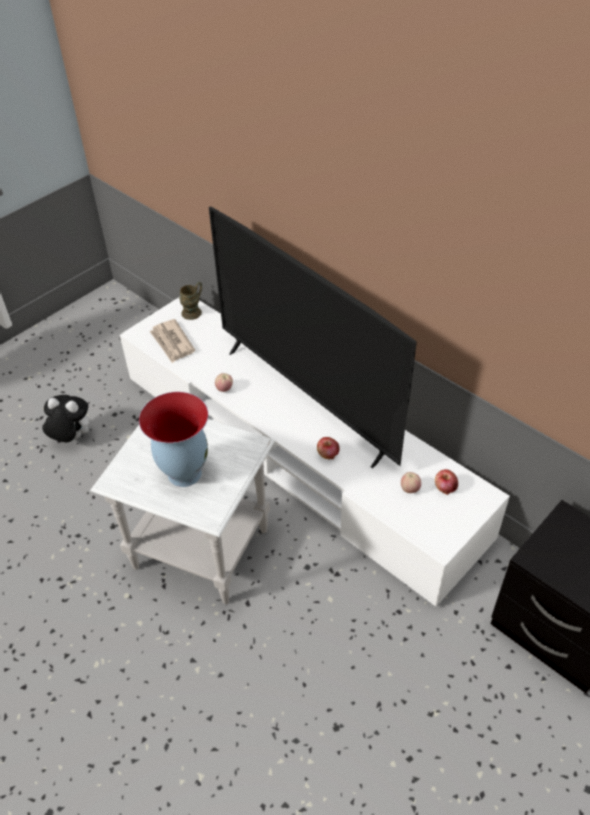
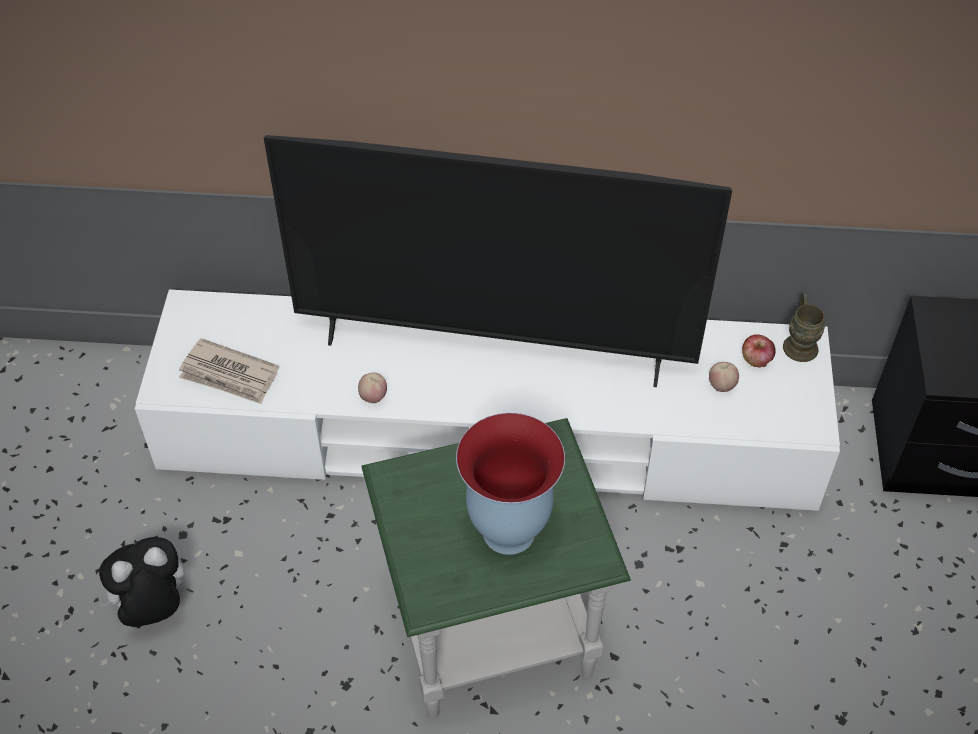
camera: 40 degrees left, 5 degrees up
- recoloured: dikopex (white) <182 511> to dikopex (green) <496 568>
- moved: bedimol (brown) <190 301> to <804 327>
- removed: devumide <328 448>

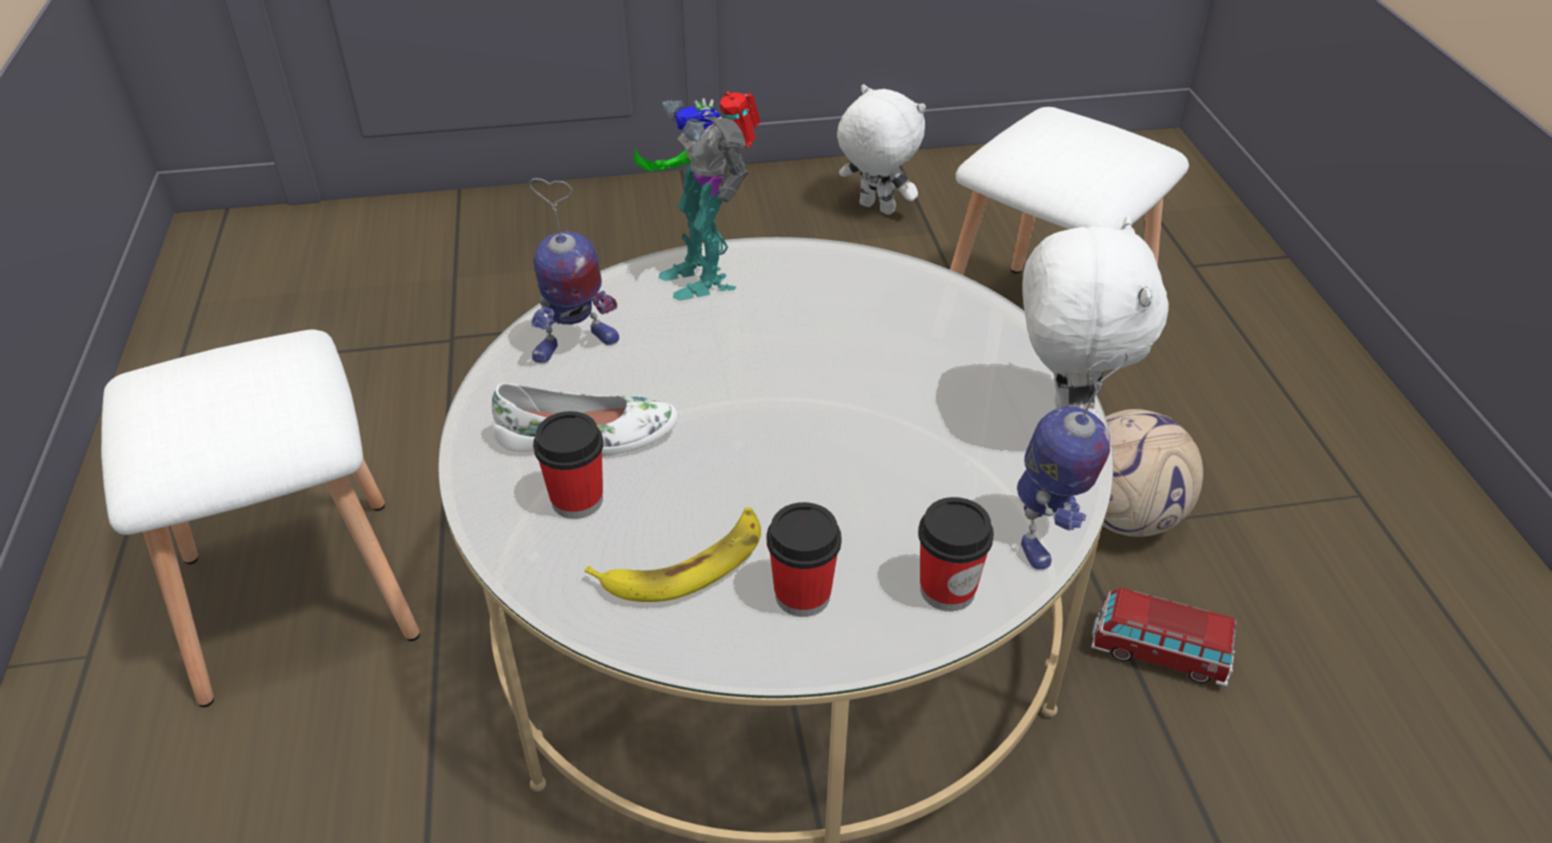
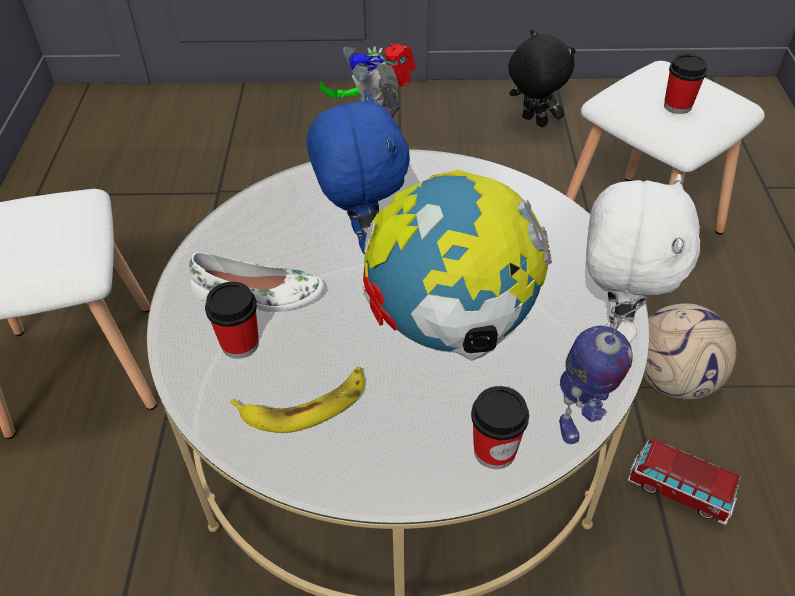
camera: 10 degrees right, 5 degrees up
- added: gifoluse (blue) <358 172>
- added: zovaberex <457 265>
- recoloured: gifoluse (white) <881 150> to gifoluse (black) <542 78>
- moved: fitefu <804 559> to <685 84>
- removed: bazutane <574 271>

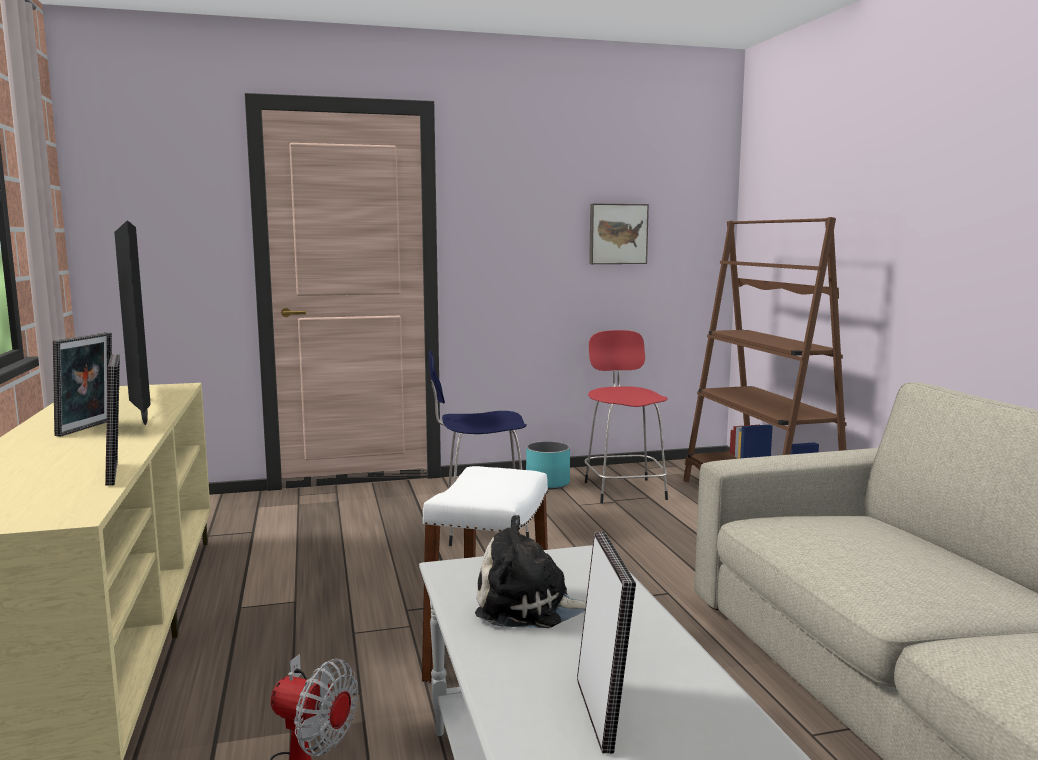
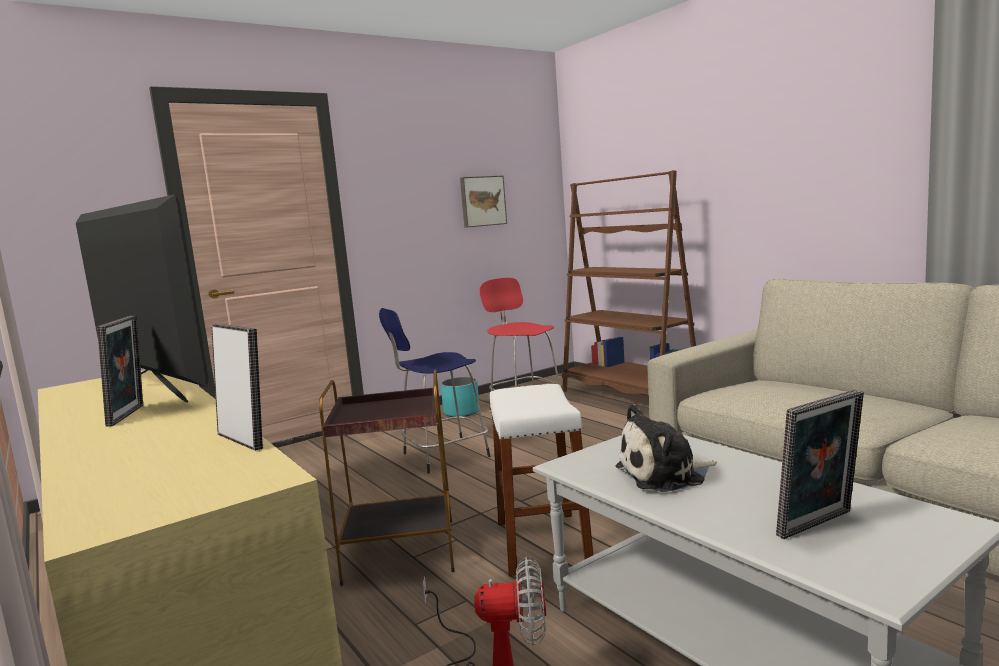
camera: 20 degrees left, 0 degrees up
- added: dikopex (brown) <387 478>
- turned: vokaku <606 643> = <820 464> 90 degrees clockwise

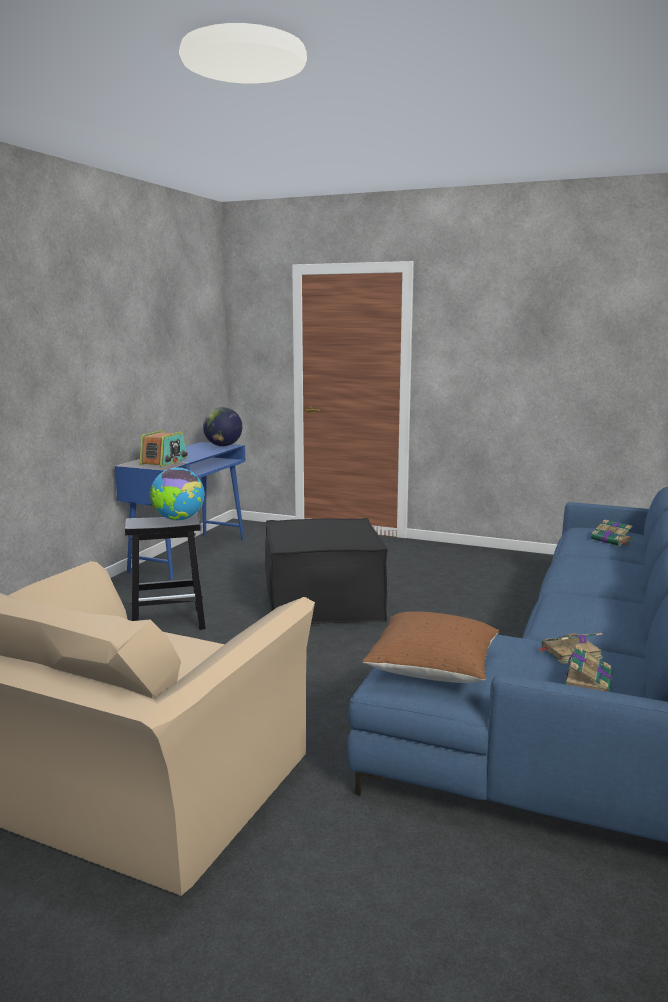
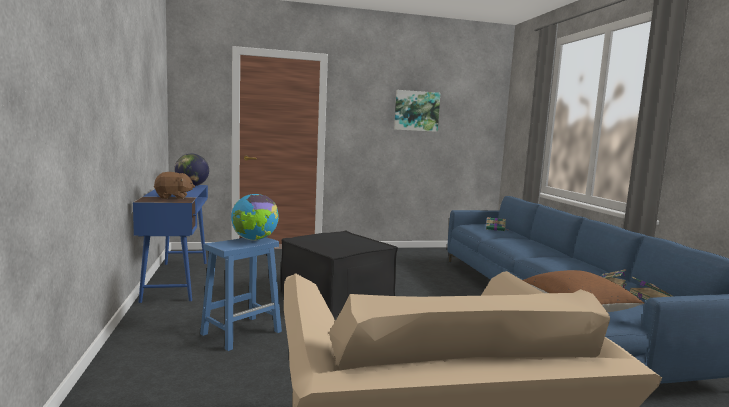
camera: 35 degrees left, 5 degrees down
- replaced: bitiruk <164 448> to gifoluse (brown) <174 185>
- recoloured: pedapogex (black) <165 572> to pedapogex (blue) <241 294>
- added: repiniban <417 111>

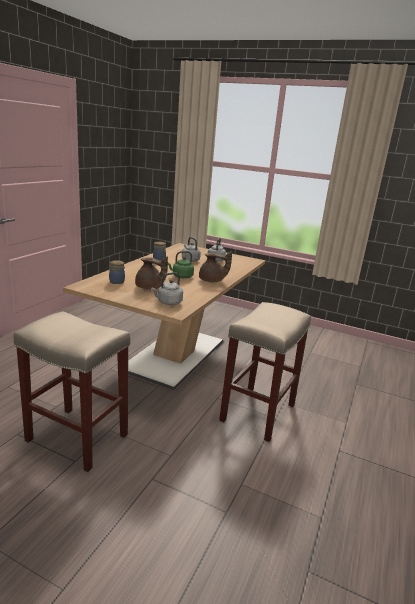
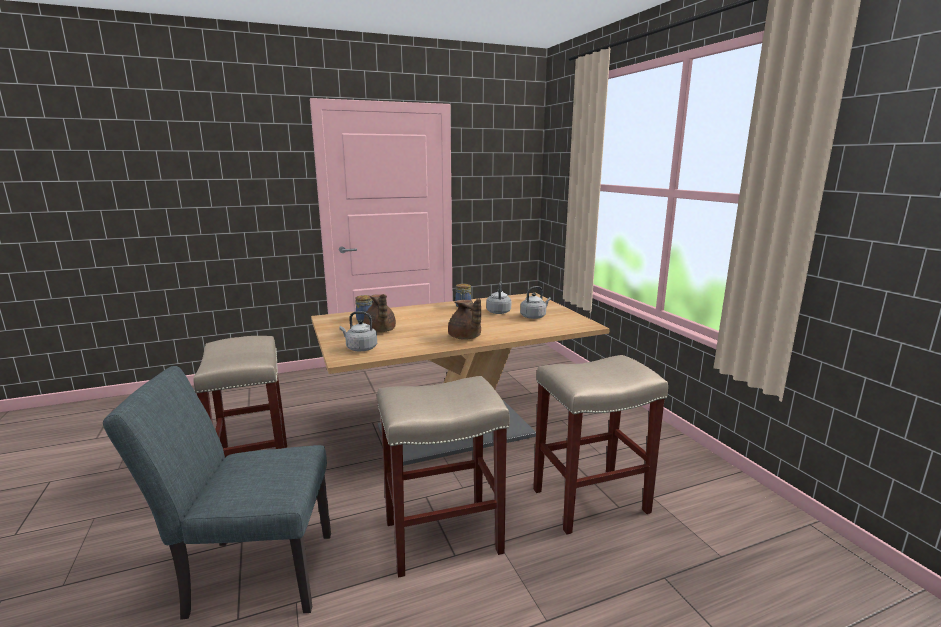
camera: 45 degrees right, 5 degrees down
- added: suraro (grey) <217 493>
- added: pedapogex (beige) <600 445>
- removed: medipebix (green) <181 264>

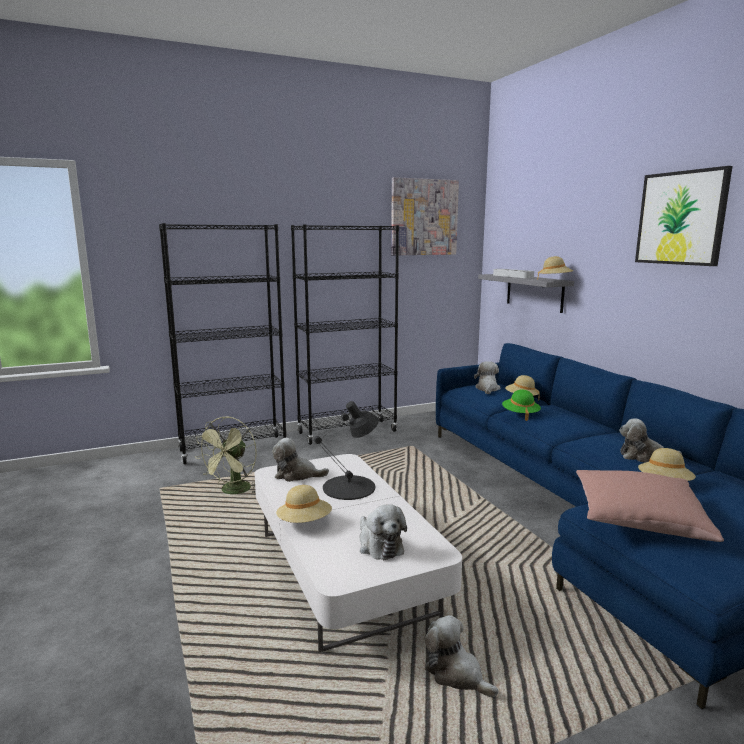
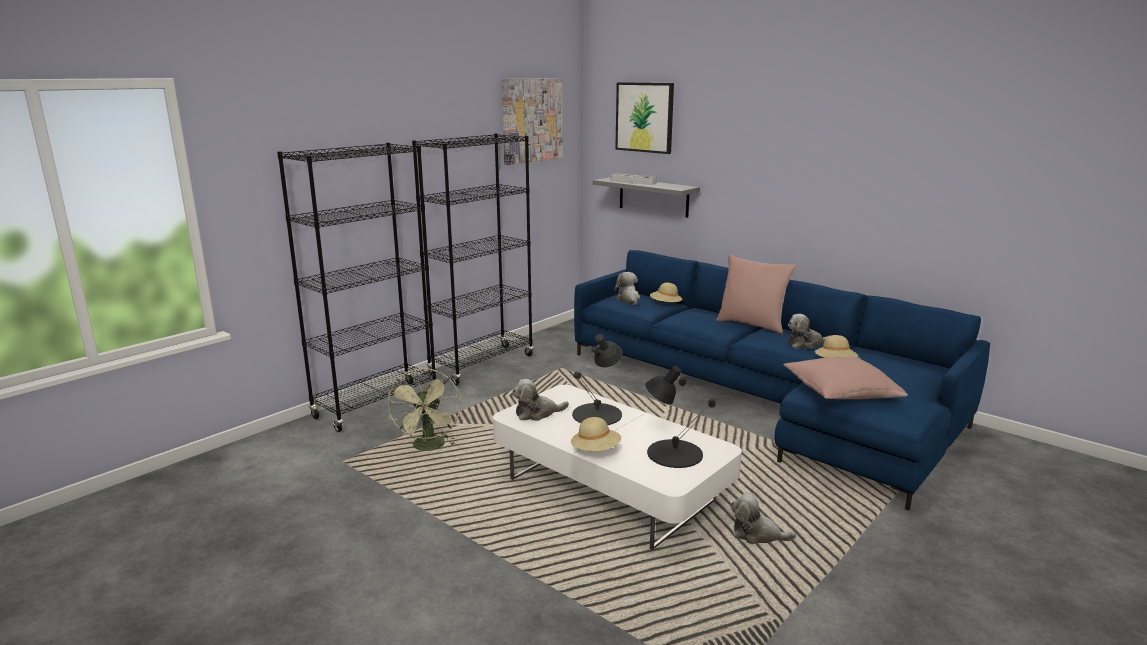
camera: 25 degrees left, 5 degrees up
- moved: repiniban <683 216> to <644 118>
- replaced: gifoluse <383 532> to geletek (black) <680 417>
- added: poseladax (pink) <756 294>
- removed: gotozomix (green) <521 405>
- removed: gotozomix (beige) <555 266>

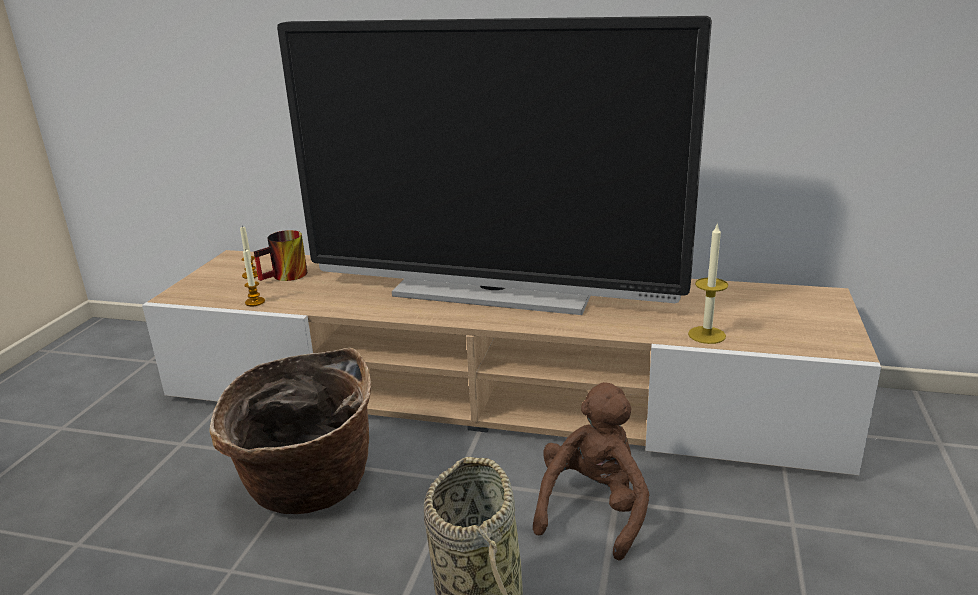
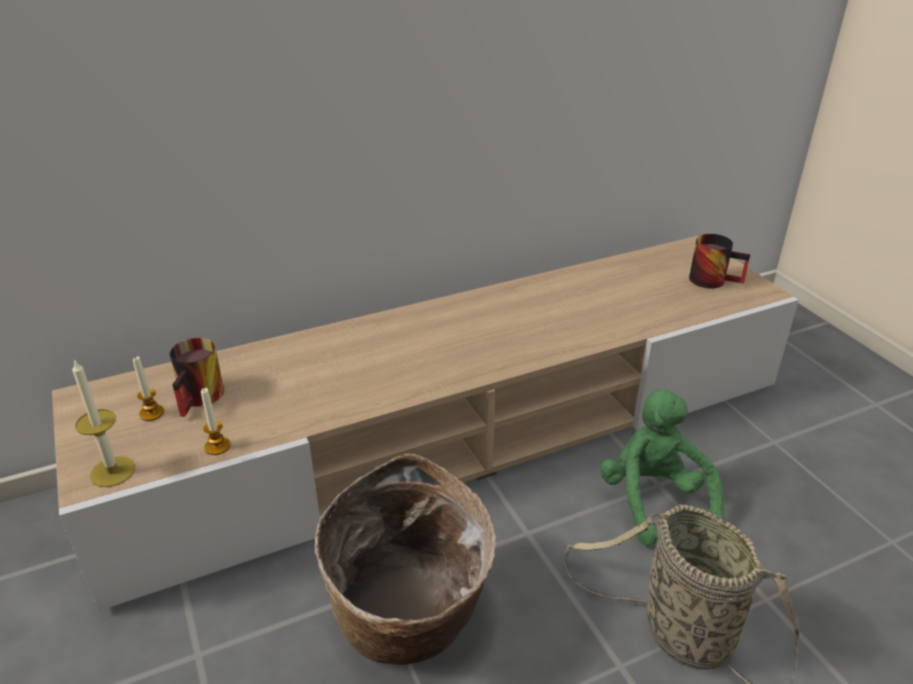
camera: 40 degrees left, 10 degrees up
- moved: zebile <708 283> to <103 423>
- recoloured: gifoluse (brown) <591 471> to gifoluse (green) <662 467>
- added: bedimol <719 261>
- removed: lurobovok <494 165>

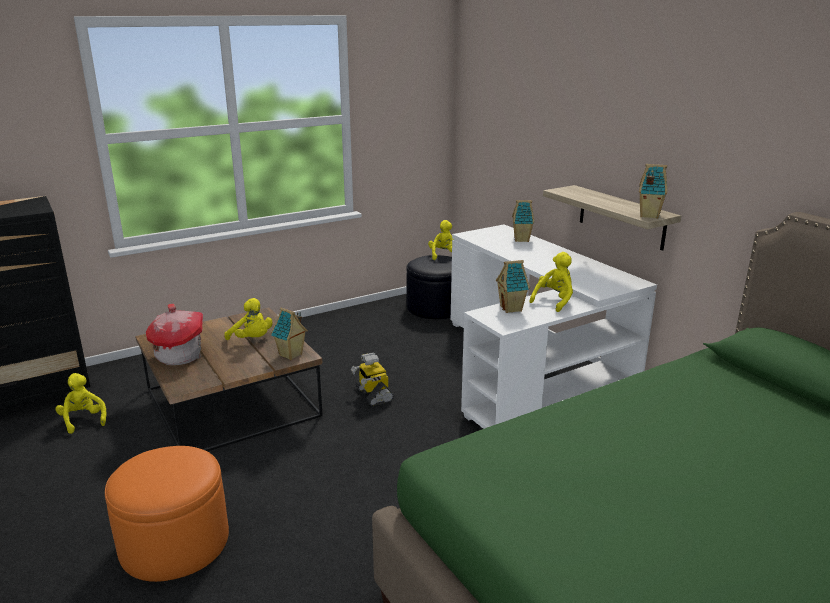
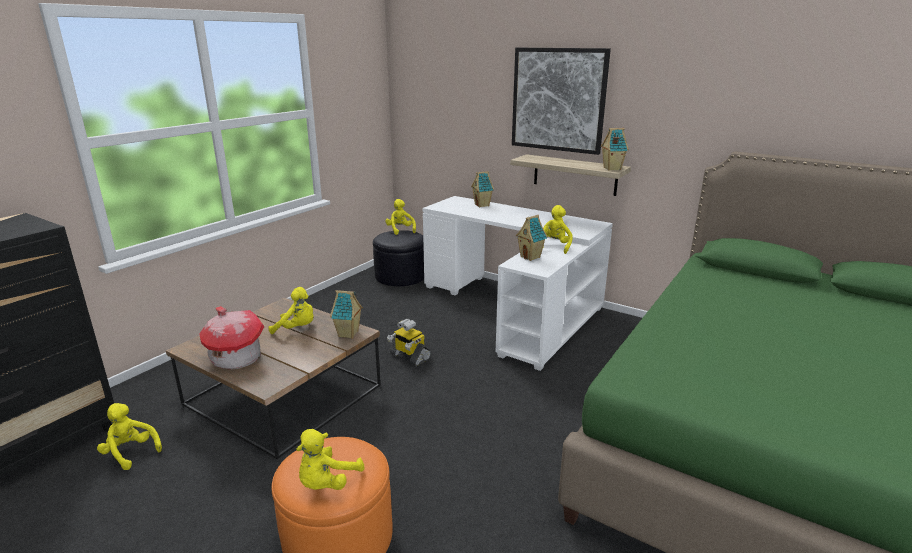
camera: 25 degrees left, 0 degrees up
- added: gifoluse (yellow) <330 459>
- added: repiniban <561 101>

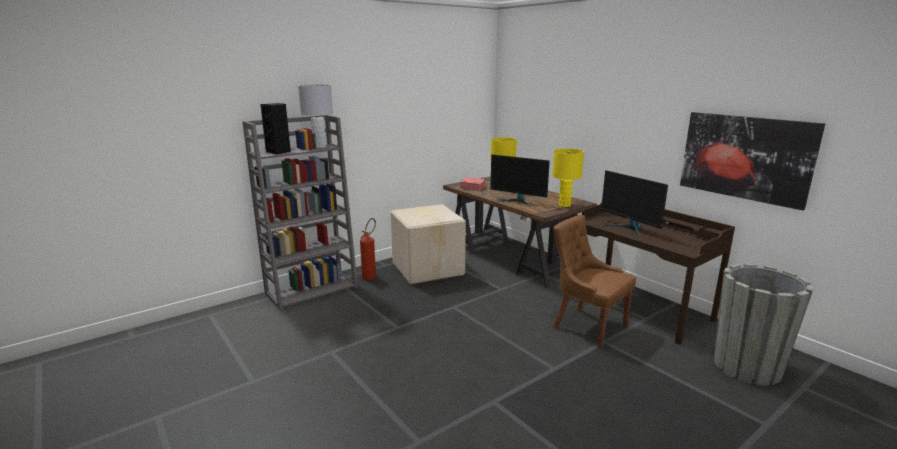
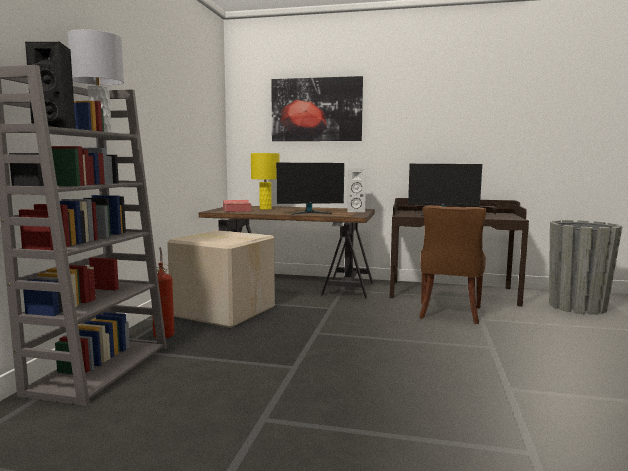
camera: 40 degrees left, 10 degrees down
- moved: repiniban <752 161> to <317 108>
- replaced: geletek (yellow) <568 177> to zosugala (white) <356 190>
- turned: suraro (brown) <594 282> = <453 265> 75 degrees counterclockwise

